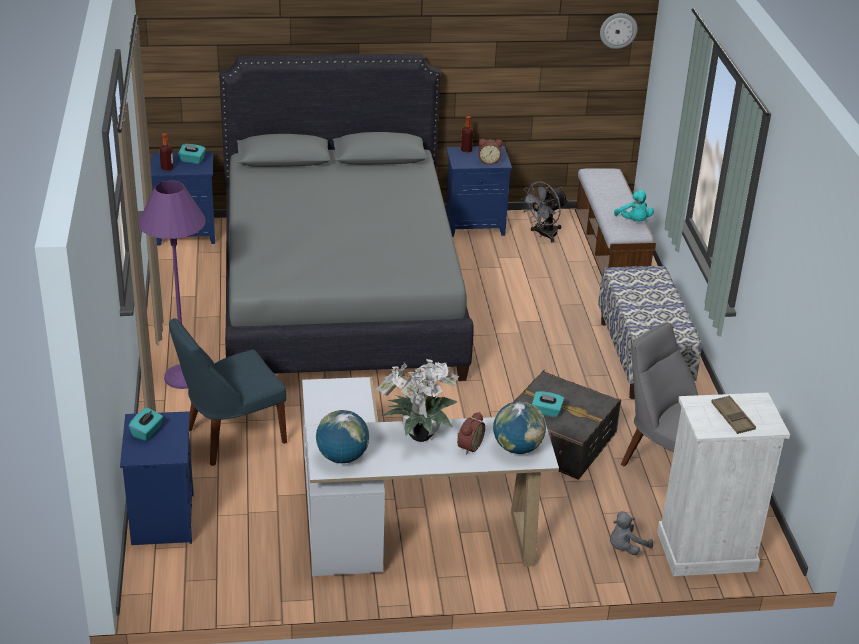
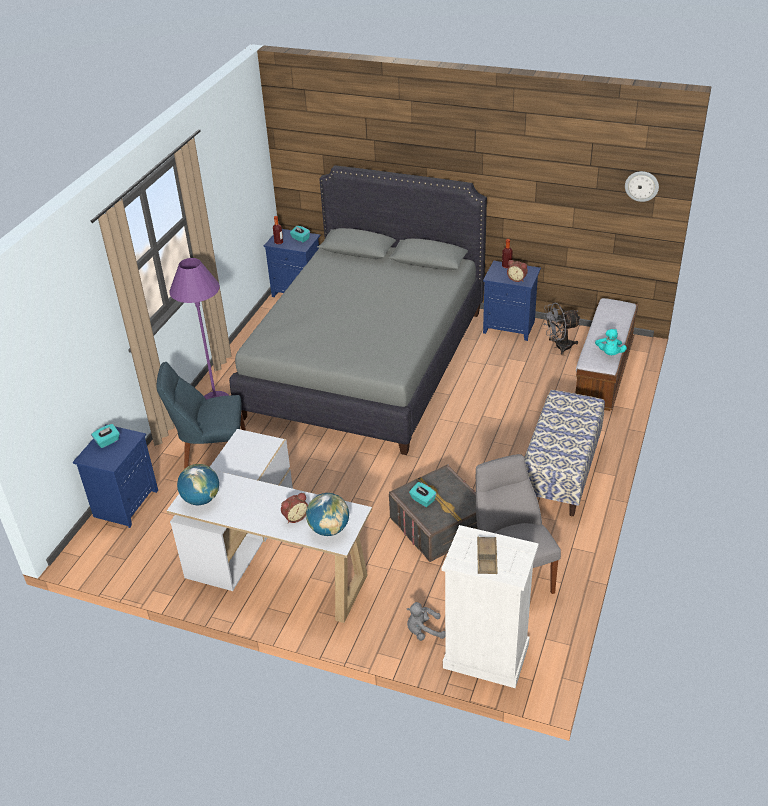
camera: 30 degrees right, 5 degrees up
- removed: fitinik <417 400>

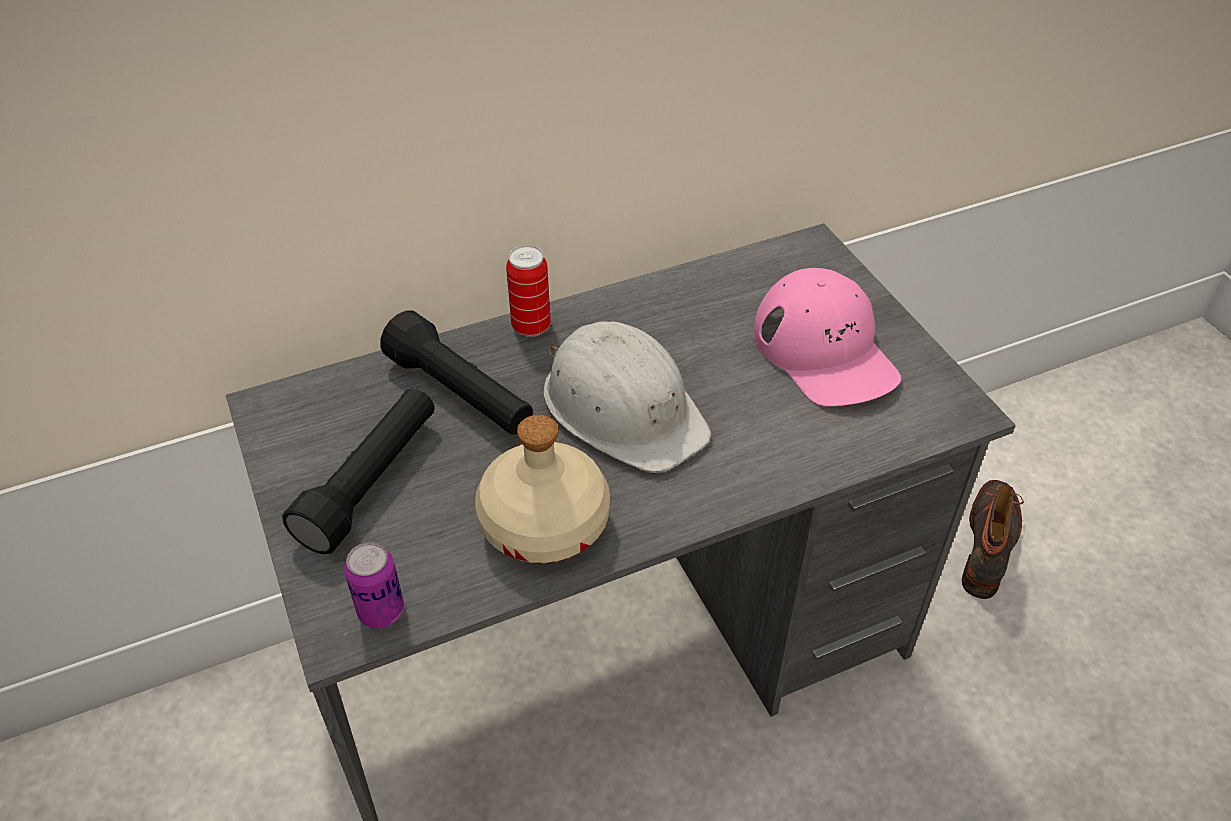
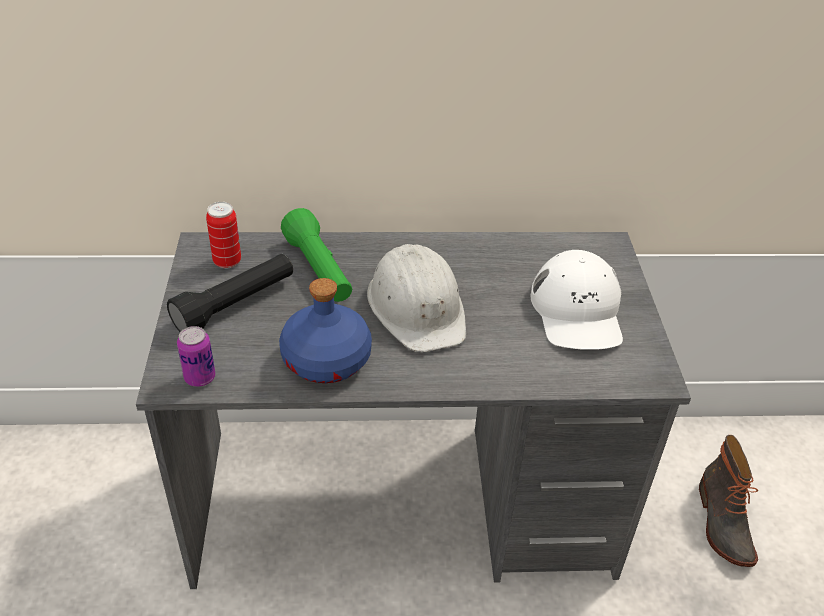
camera: 20 degrees right, 5 degrees down
- moved: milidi <528 291> to <223 235>
- recoloured: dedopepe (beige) <542 489> to dedopepe (blue) <325 330>
- recoloured: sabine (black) <456 372> to sabine (green) <316 255>
- recoloured: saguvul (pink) <827 337> to saguvul (white) <577 300>
- turned: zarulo <993 539> = <728 501> 135 degrees clockwise

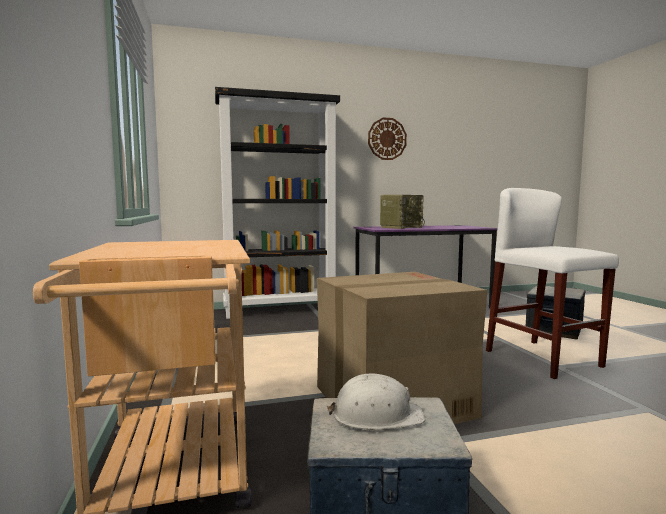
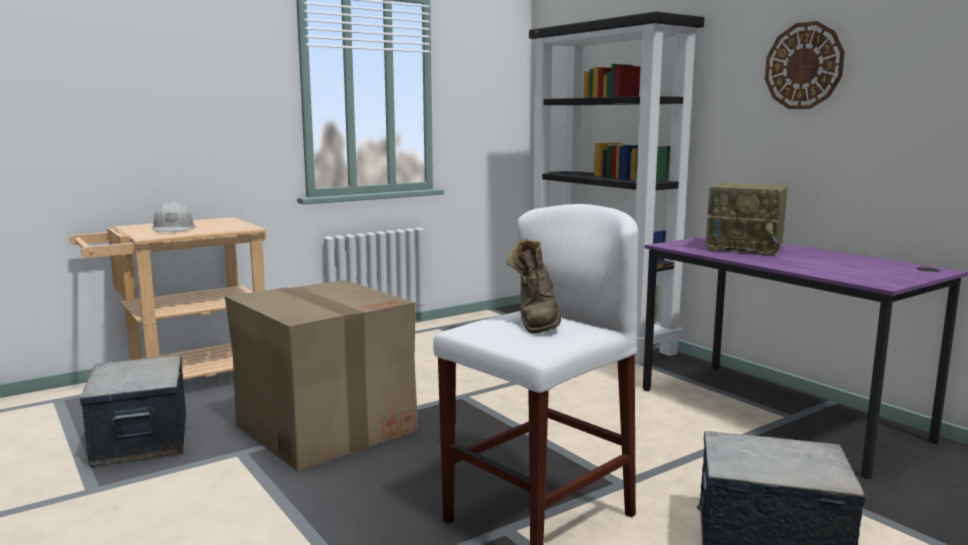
camera: 70 degrees right, 5 degrees up
- moved: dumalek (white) <376 401> to <173 217>
- added: zarulo (brown) <533 286>

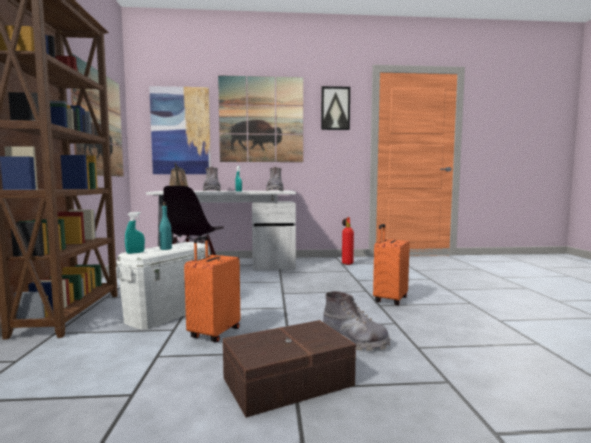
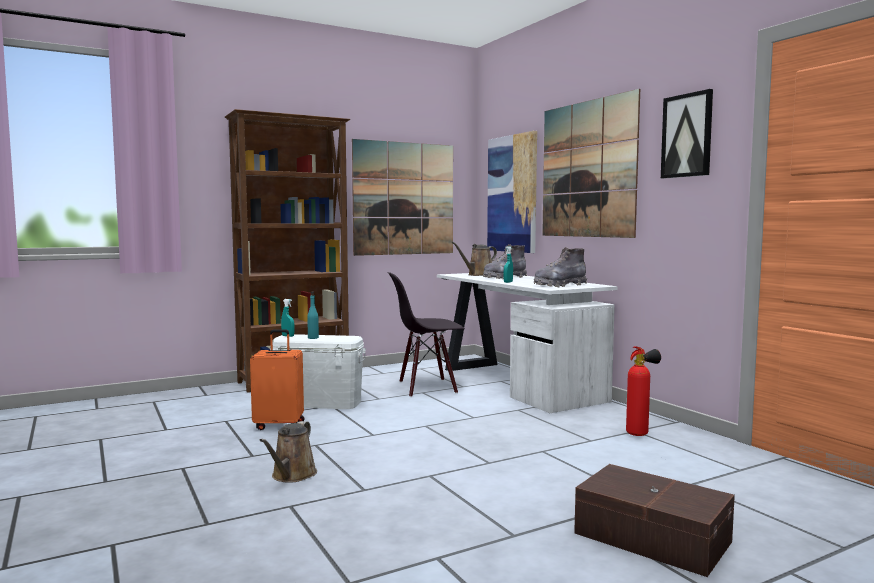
camera: 65 degrees right, 0 degrees up
- replaced: zarulo (grey) <357 321> to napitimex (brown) <288 452>
- moved: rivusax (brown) <289 369> to <654 520>
- removed: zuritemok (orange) <391 264>

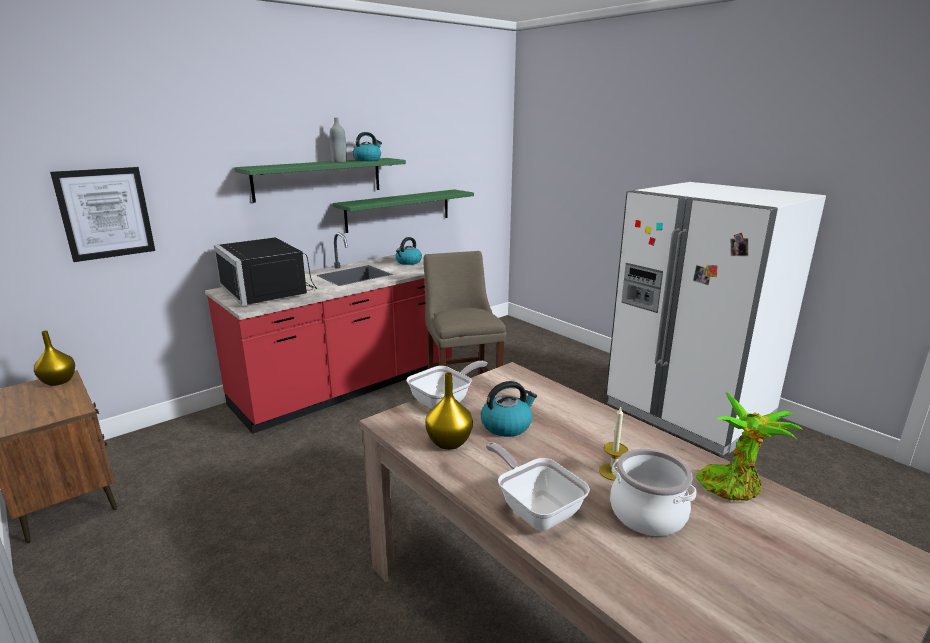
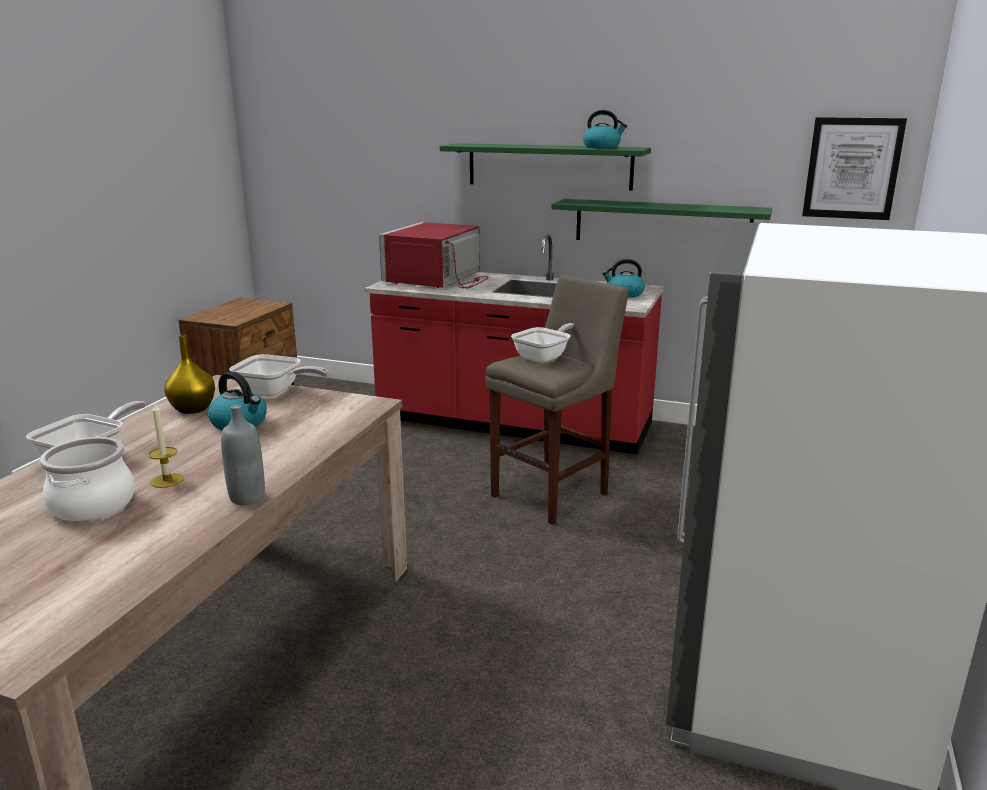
camera: 60 degrees right, 0 degrees up
- moved: dedopepe (grey) <338 140> to <243 455>
- recoloured: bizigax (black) <265 272> to bizigax (red) <434 255>
- added: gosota <542 343>
- moved: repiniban <102 214> to <854 168>
- removed: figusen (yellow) <54 358>
- removed: fitinik <749 446>

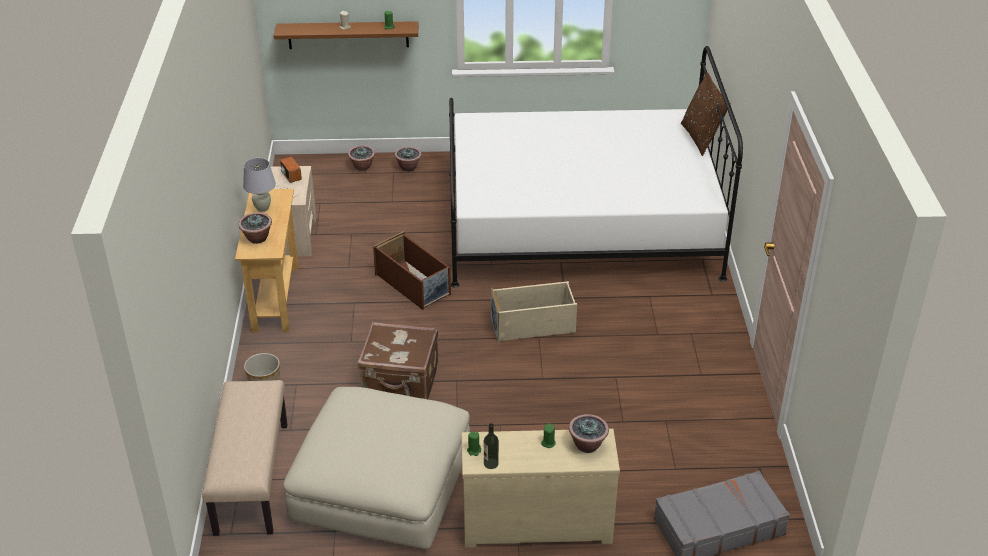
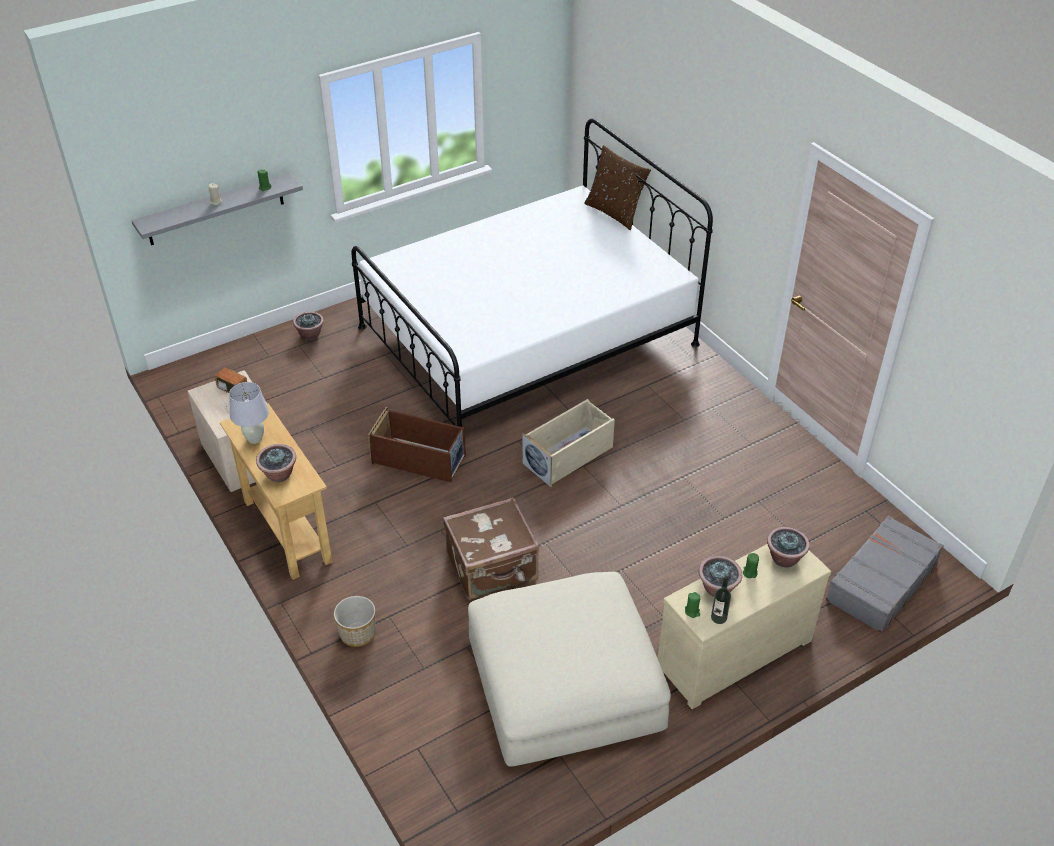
camera: 30 degrees left, 5 degrees up
- recoloured: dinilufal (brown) <346 35> to dinilufal (grey) <217 209>
- moved: fitinik <361 158> to <720 576>
- removed: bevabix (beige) <245 458>

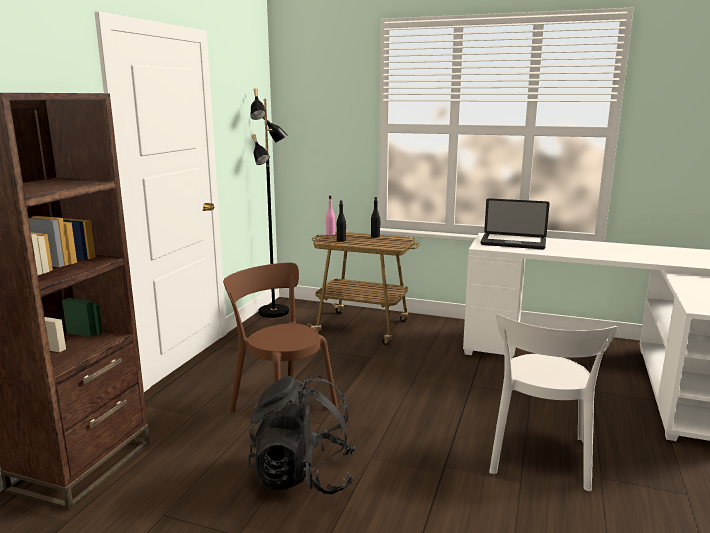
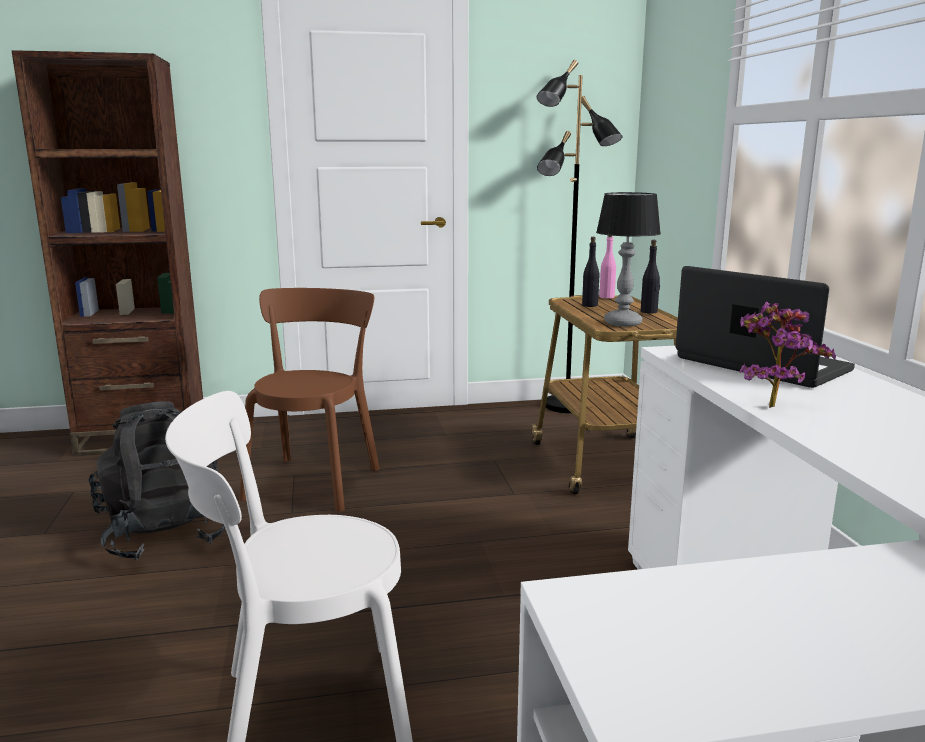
camera: 60 degrees right, 0 degrees up
- added: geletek <628 259>
- turned: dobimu <515 223> = <765 327> 150 degrees clockwise
- added: fitinik <787 355>

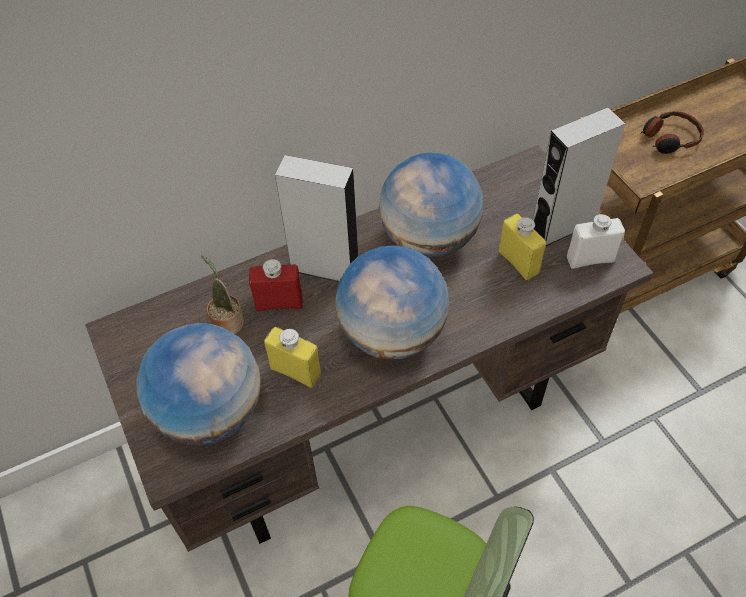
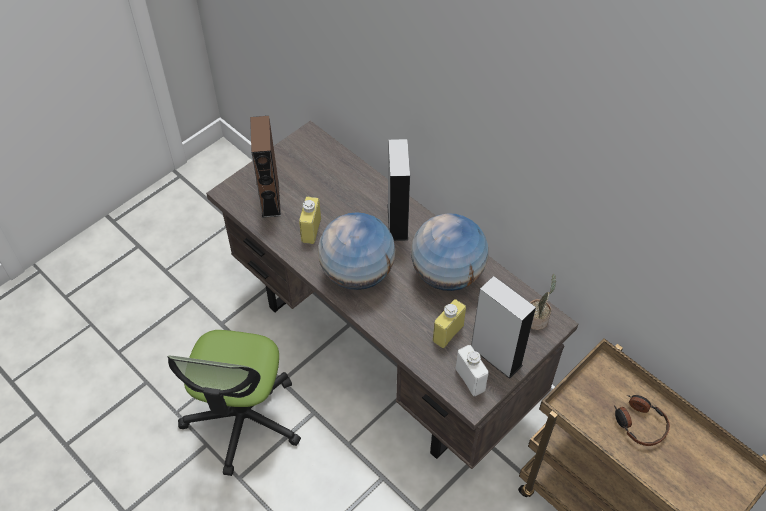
camera: 70 degrees right, 0 degrees up
- replaced: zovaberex <198 384> to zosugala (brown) <265 167>
- moved: fitinik <222 294> to <543 302>
- removed: dedopepe (red) <276 285>

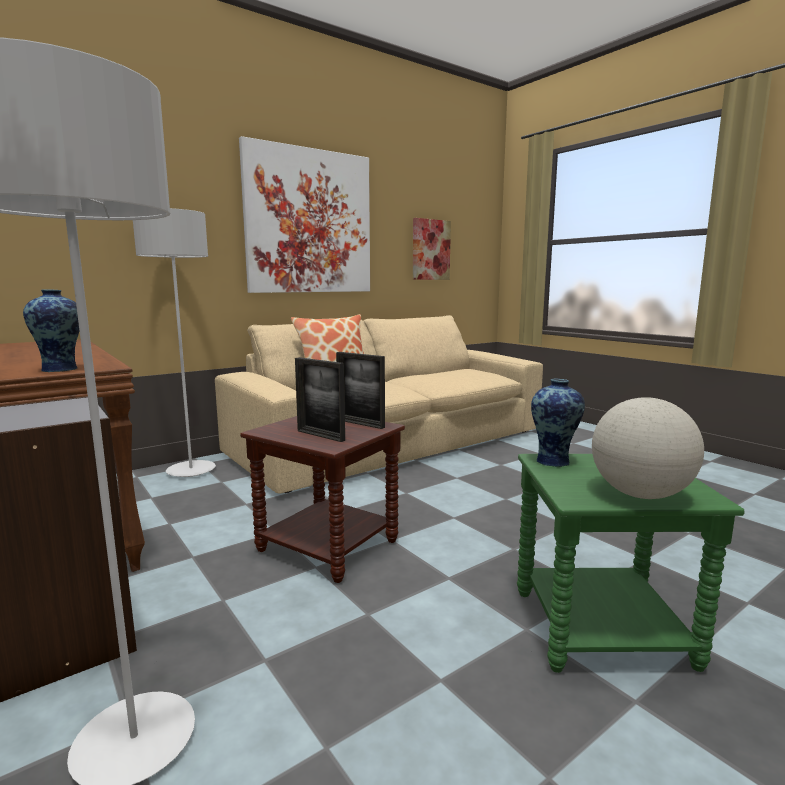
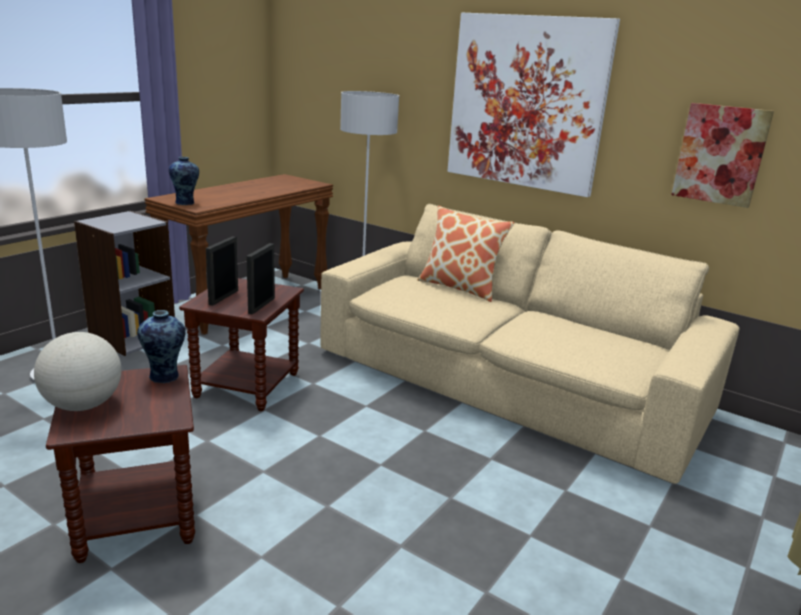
camera: 70 degrees right, 10 degrees up
- recoloured: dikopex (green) <631 563> to dikopex (brown) <120 464>

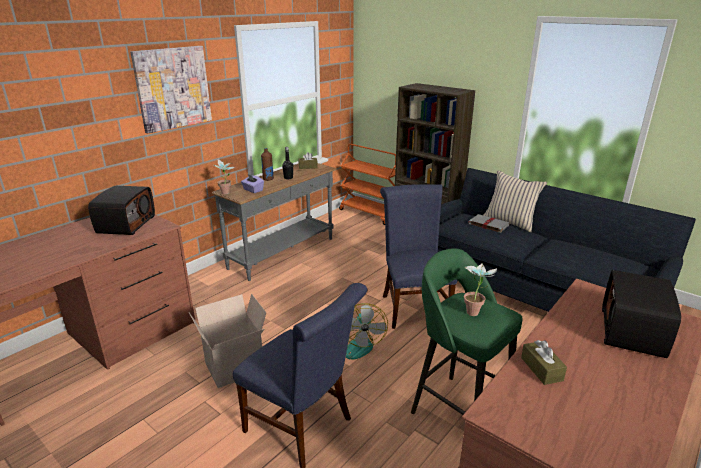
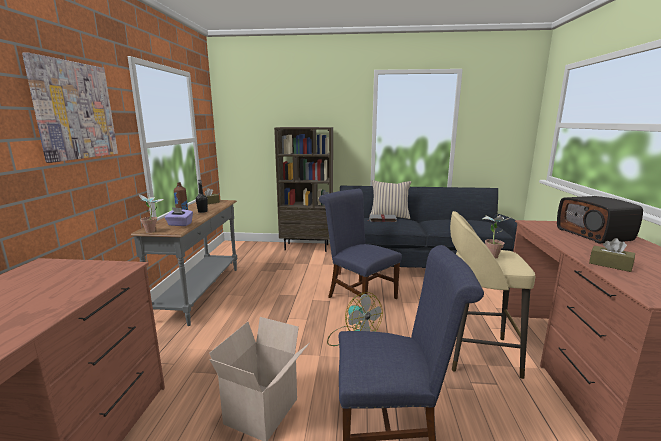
camera: 35 degrees left, 10 degrees down
- recoloured: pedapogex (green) <466 331> to pedapogex (beige) <492 295>
- removed: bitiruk <121 210>
- removed: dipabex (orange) <367 184>

